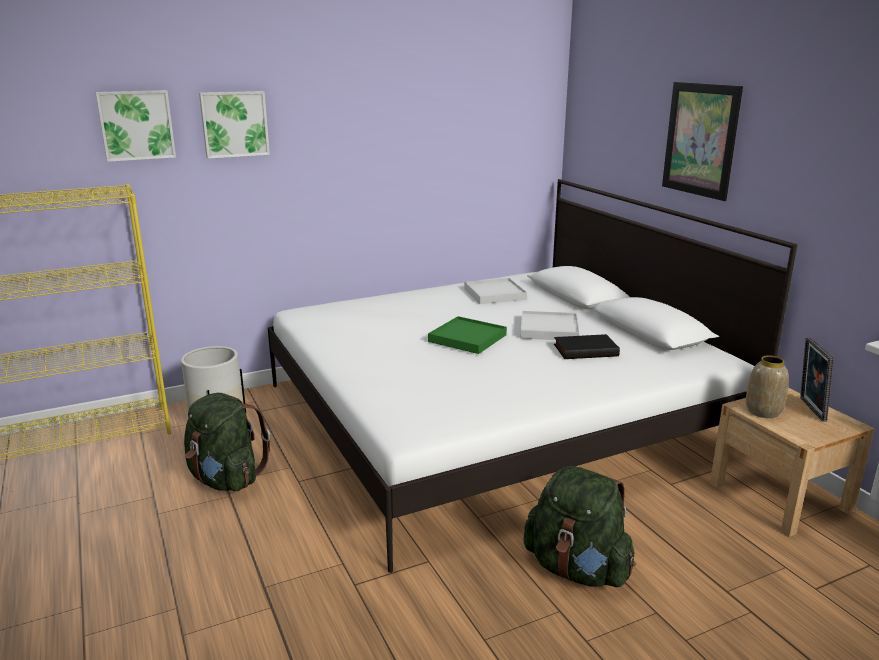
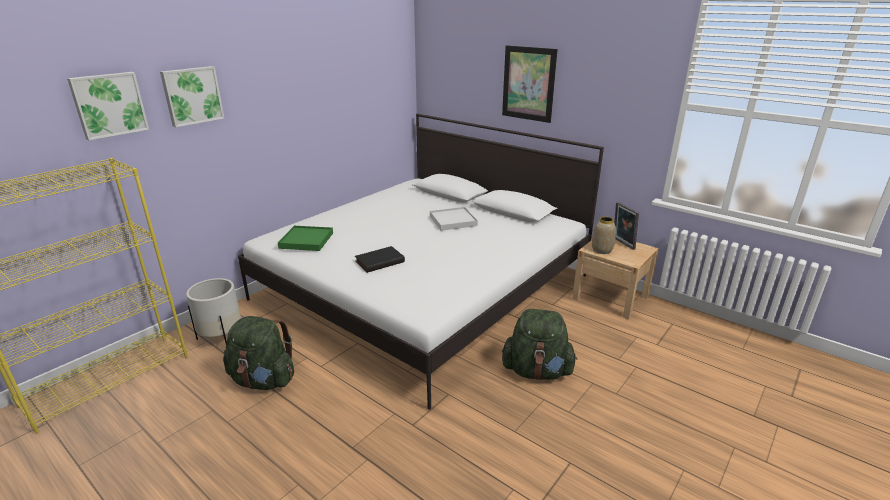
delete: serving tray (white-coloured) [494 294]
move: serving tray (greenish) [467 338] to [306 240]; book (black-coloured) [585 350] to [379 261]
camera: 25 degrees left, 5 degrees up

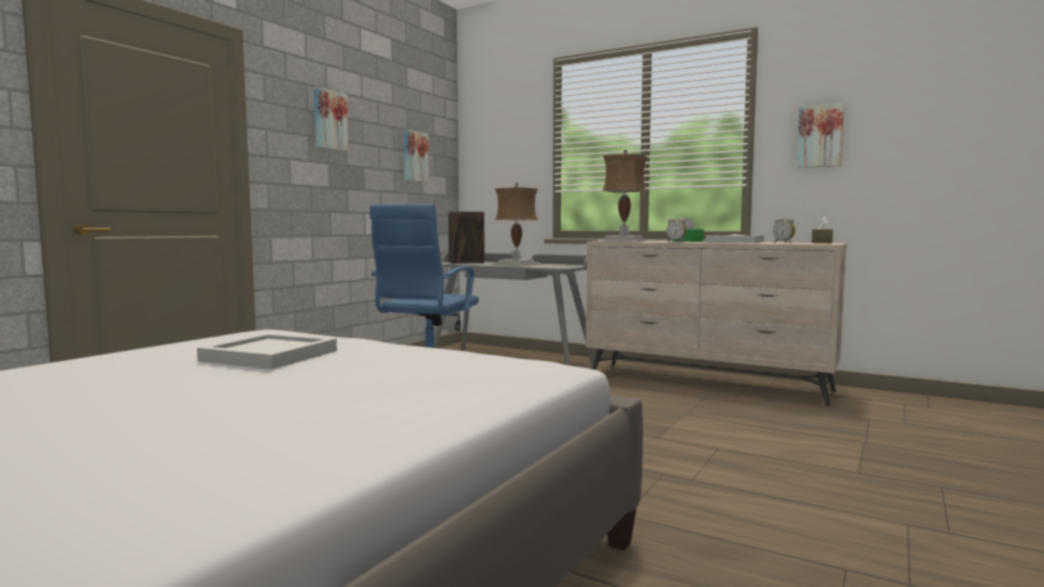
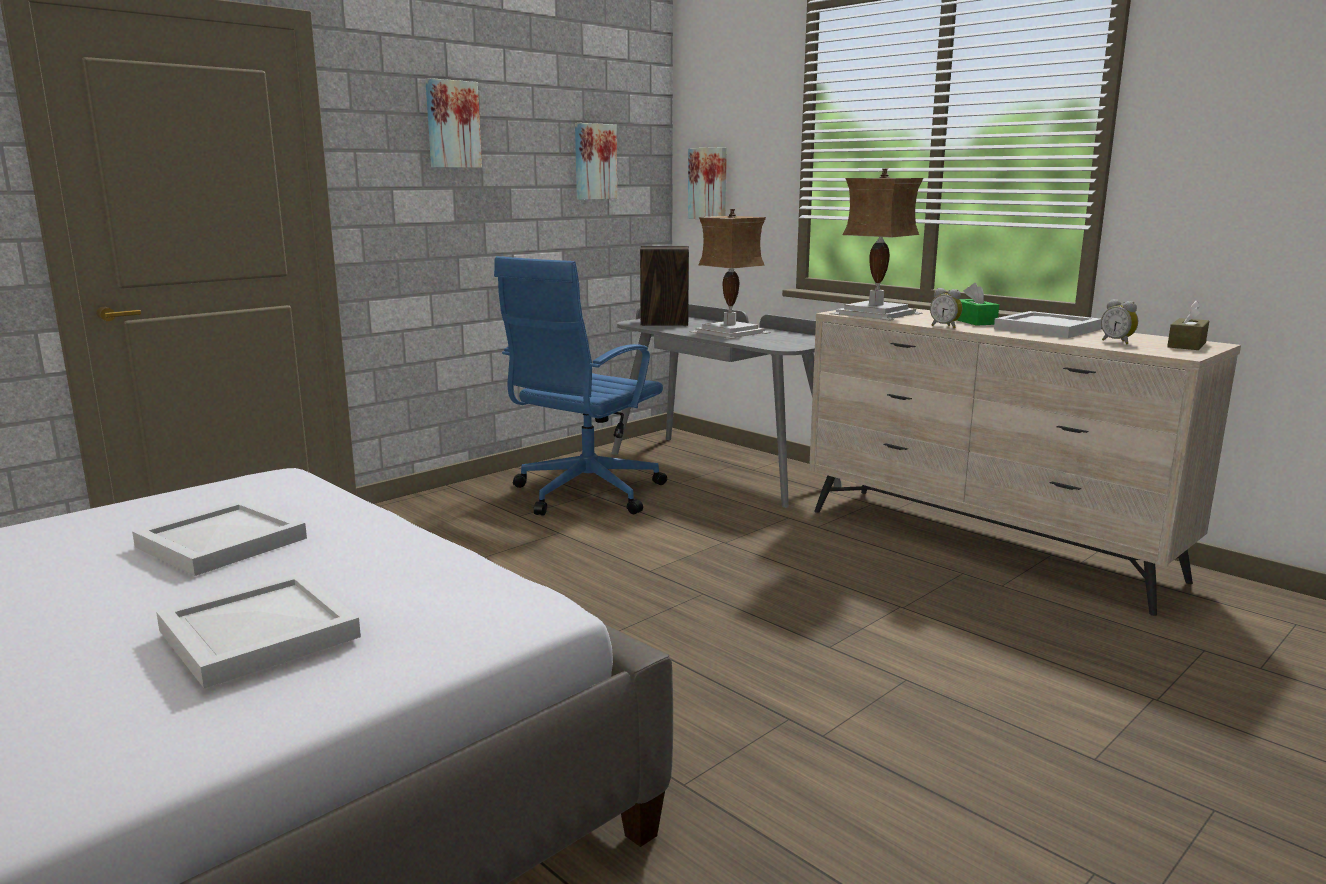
insert: serving tray (white-coloured) [262 634]
move: picture [820 136] to [709 183]
camera: 15 degrees right, 10 degrees up

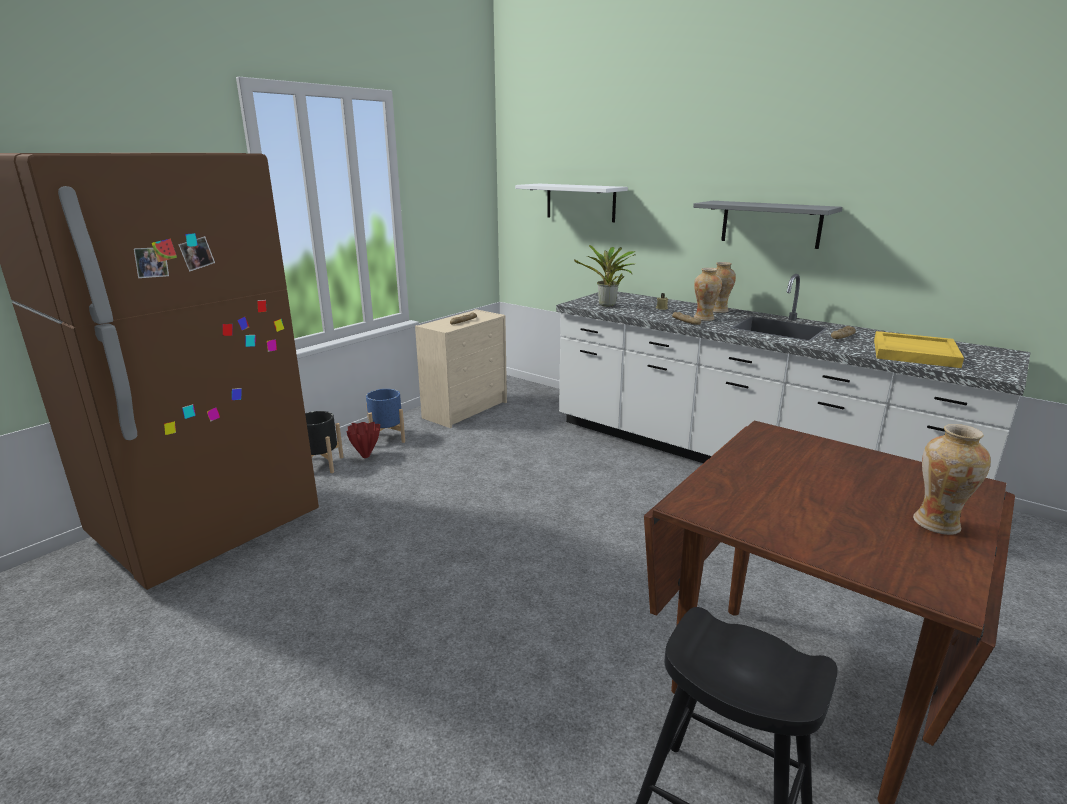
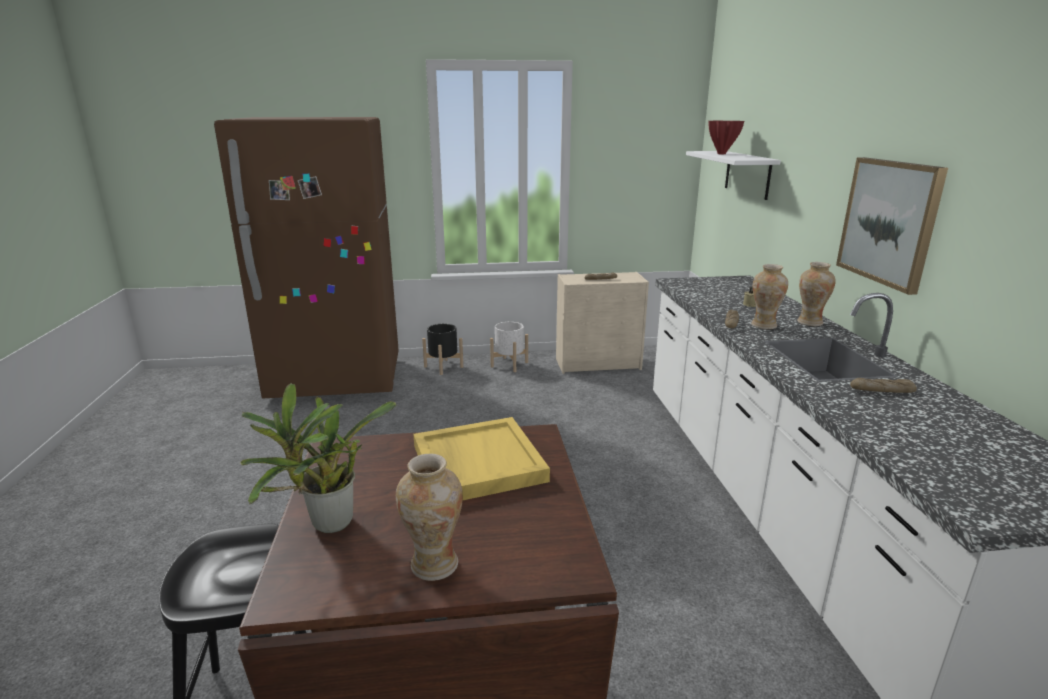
move: vase (red-coloured) [366 456] to [721 154]; potted plant [607 305] to [327 526]; serving tray (yellow-coloured) [913 353] to [477 463]
replace: bracket shelf (gray) [770 224] to picture [889 222]
recolor: plant pot (bluish) [386 438] to plant pot (white-coloured) [509 364]
camera: 45 degrees right, 0 degrees up

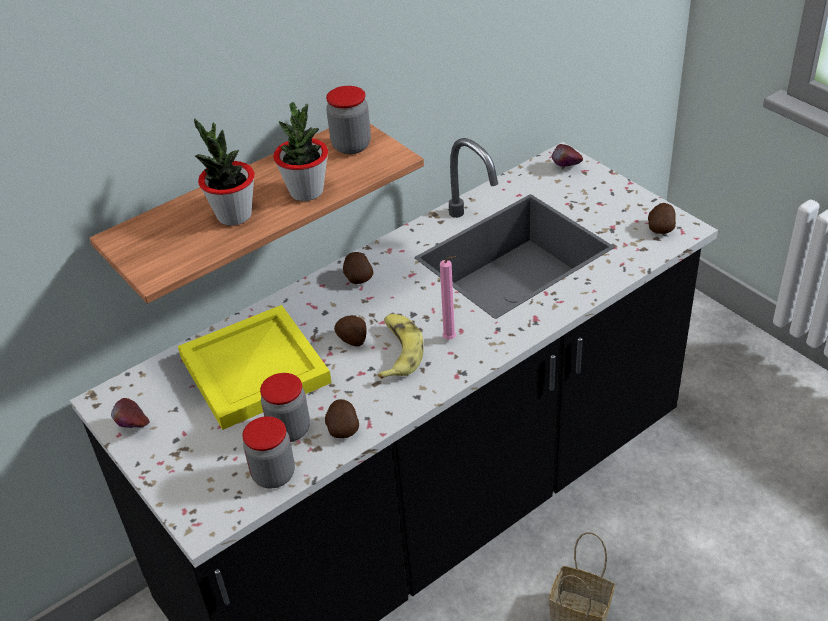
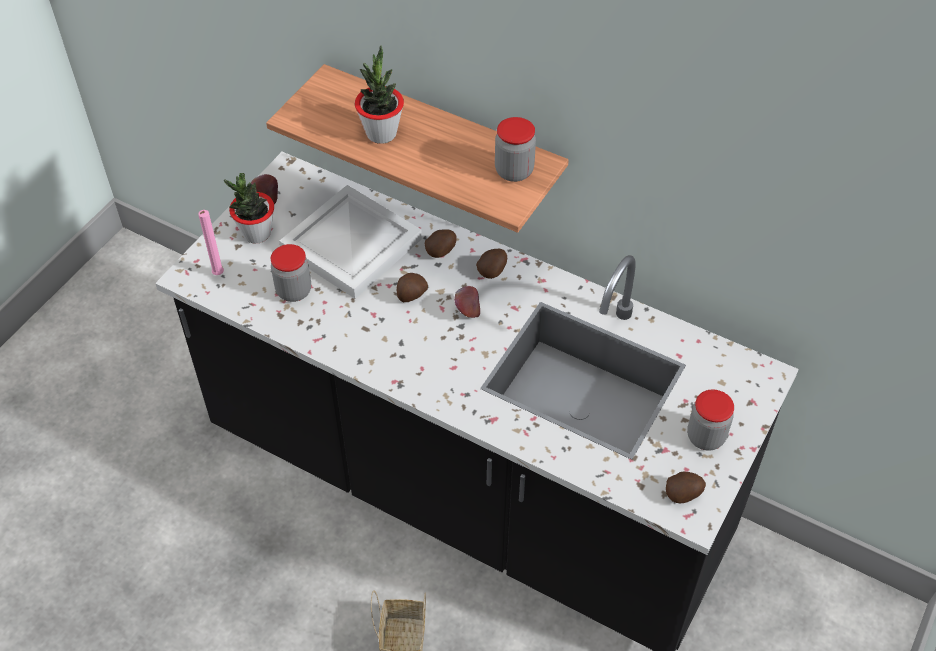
delete: whole banana [398 351]
move: storage jar [274 475] to [705 437]; potted plant [306 192] to [256 233]; spud [343 428] to [441 251]; wax light (pink) [451 339] to [218 275]; apple fruit [566 168] to [467 311]
recolor: serving tray (yellow-coloured) [257 370] to serving tray (white-coloured) [351 246]
camera: 65 degrees right, 10 degrees up

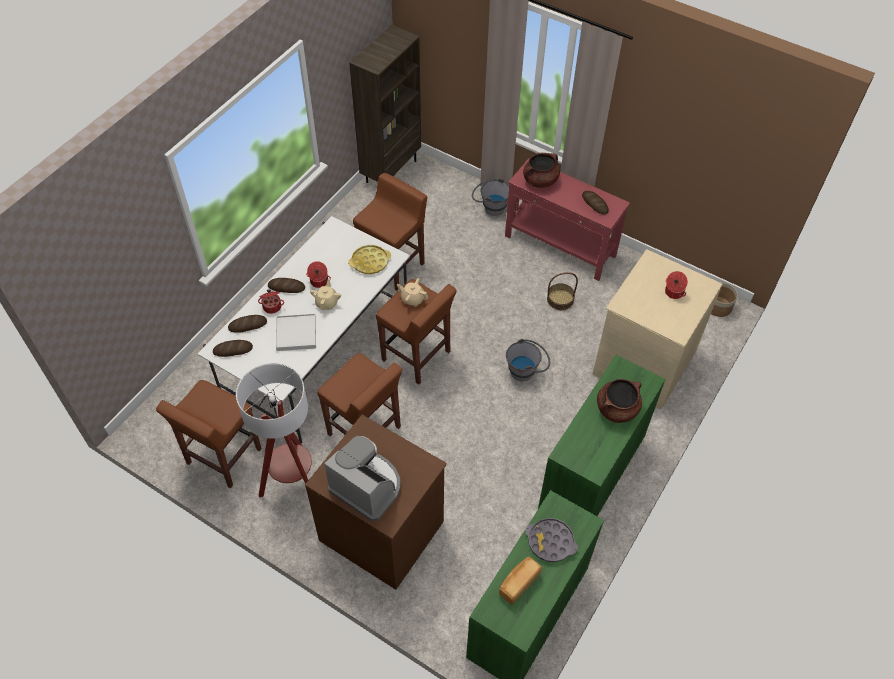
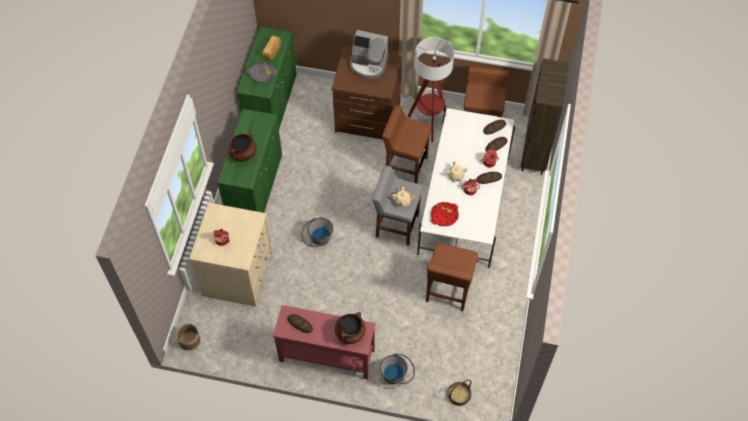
delete: serving tray (white-coloured) [296 334]
move: bookshelf (brownish) [391 171] to [535 156]; storage basket [560 299] to [459 395]
recolor: serving tray (yellow-coloured) [370 262] to serving tray (red-coloured) [444 215]; stool seat (brownish) [417 356] to stool seat (gray) [396 226]
camera: 160 degrees right, 5 degrees up

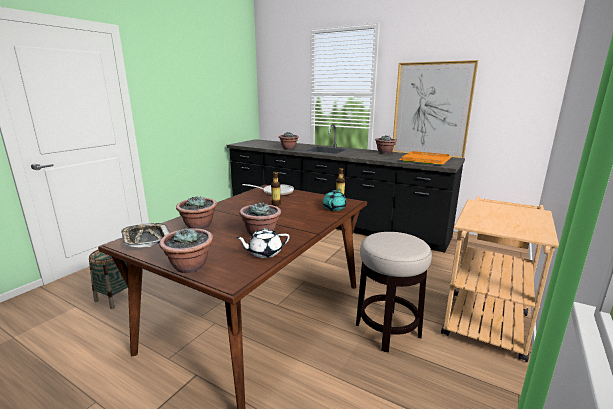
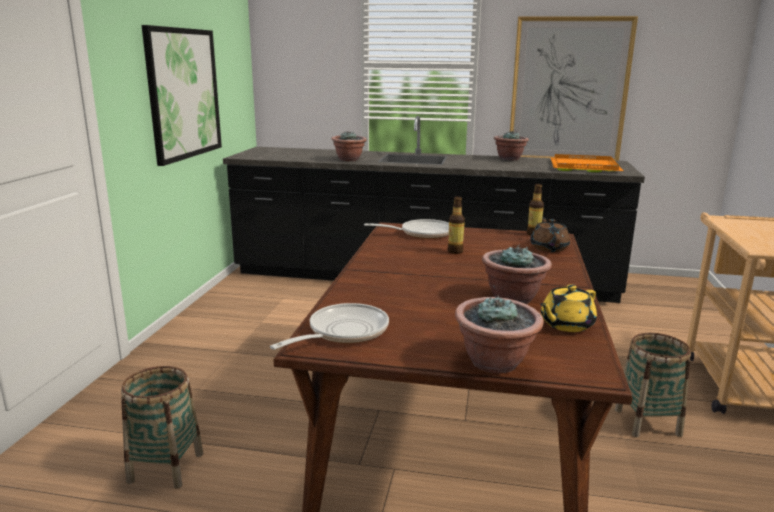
delete: potted plant [199 226]
insert: picture [183 93]
replace: serving tray [146 239] to pan [343 332]; stool seat [388 330] to storage basket [647 422]
recolor: pot for tea (white-coloured) [264 253] to pot for tea (yellow-coloured) [565 325]; pot for tea (blue-green) [334 208] to pot for tea (brownish) [549 248]
camera: 20 degrees left, 0 degrees up

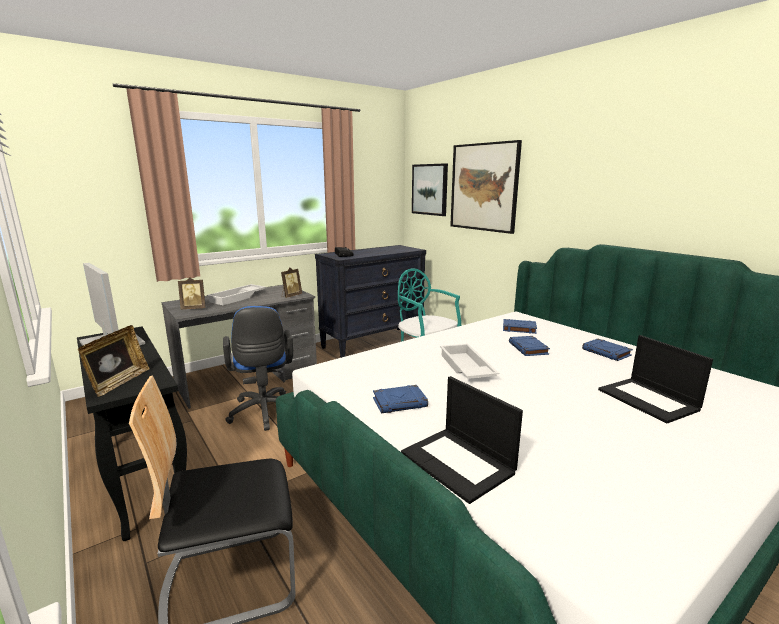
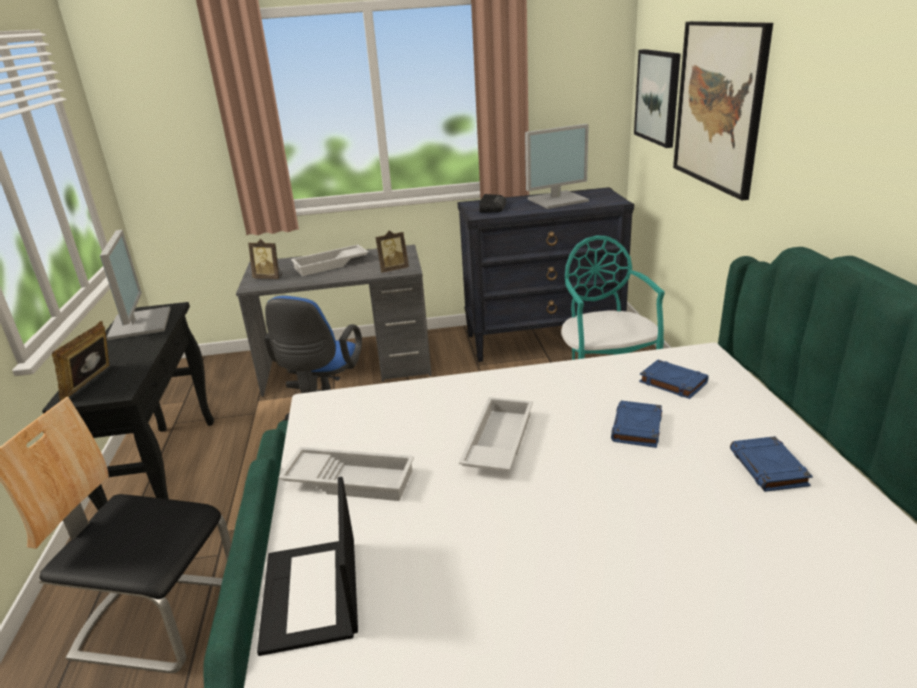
delete: laptop [649 400]
insert: computer display [558 200]
replace: book (bluish) [400 402] to serving tray (white-coloured) [351 479]
rotate: picture frame [119 382] = [92 383] 150 degrees clockwise
camera: 30 degrees right, 10 degrees up

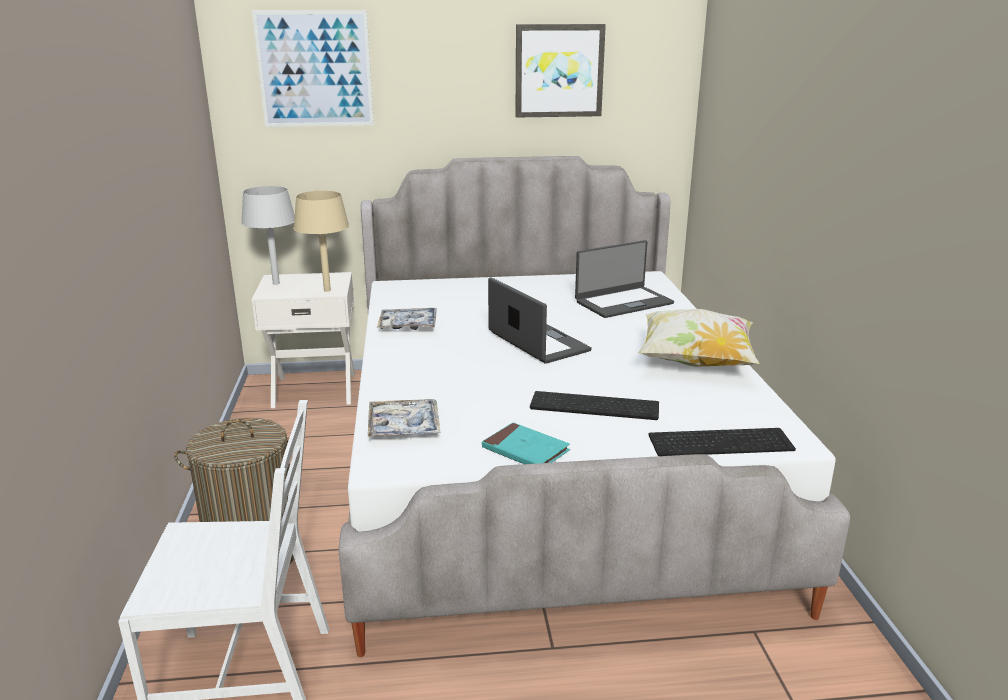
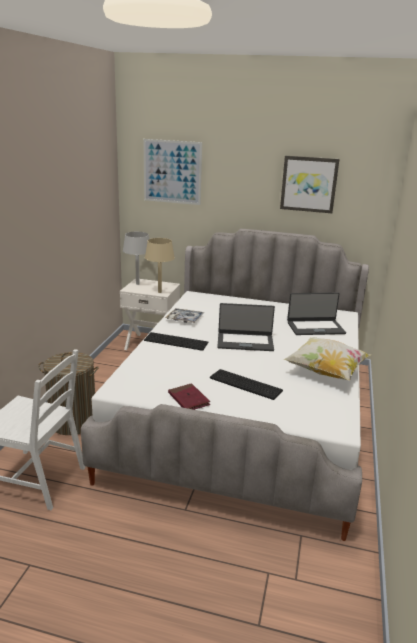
delete: serving tray [404 426]
move: keyboard [721 441] to [177 341]
recolor: book (blue-green) [525 450] to book (red-coloured) [188 399]
rotate: laptop [537 342] = [245 342] 105 degrees clockwise
camera: 20 degrees right, 0 degrees up

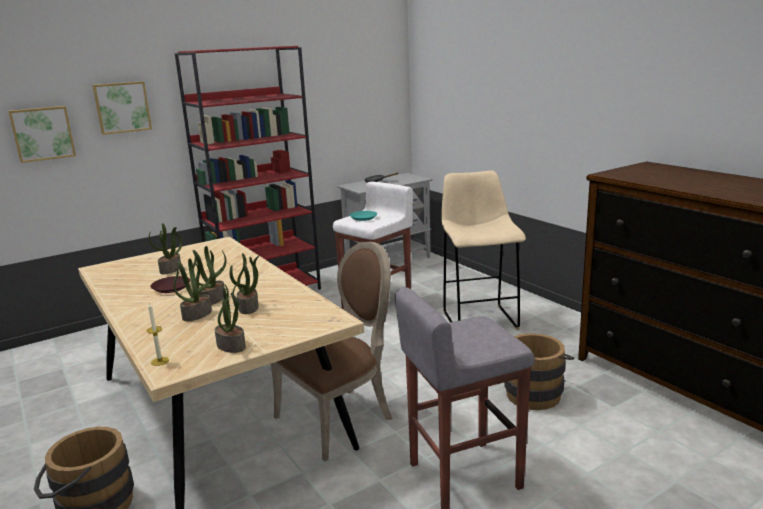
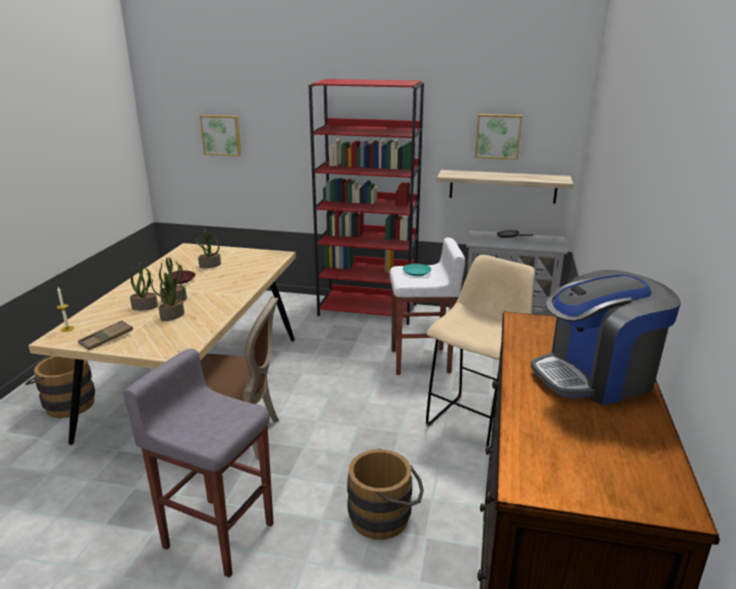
insert: bracket shelf [502 186]; coffee maker [596 376]
move: picture [122 107] to [498 136]
replace: potted plant [232 346] to serving tray (brownish) [106 338]
camera: 45 degrees right, 5 degrees up

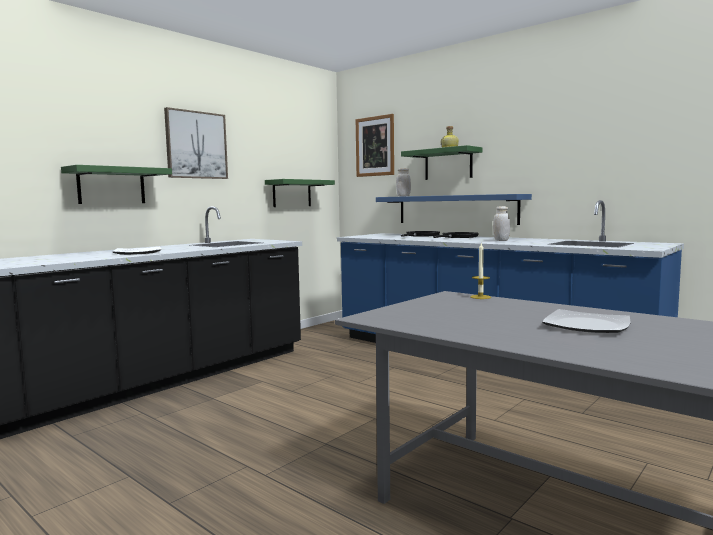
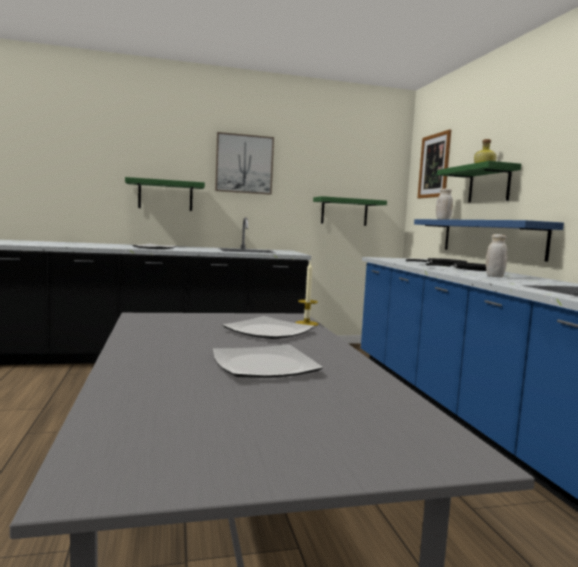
insert: plate [269 331]
camera: 35 degrees right, 0 degrees up

